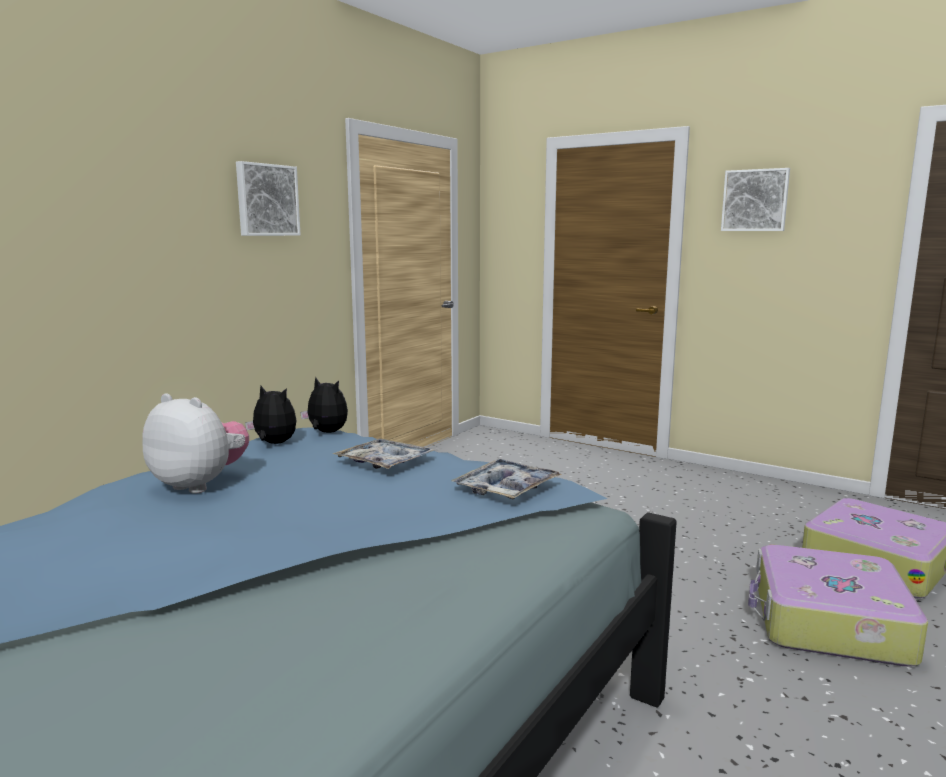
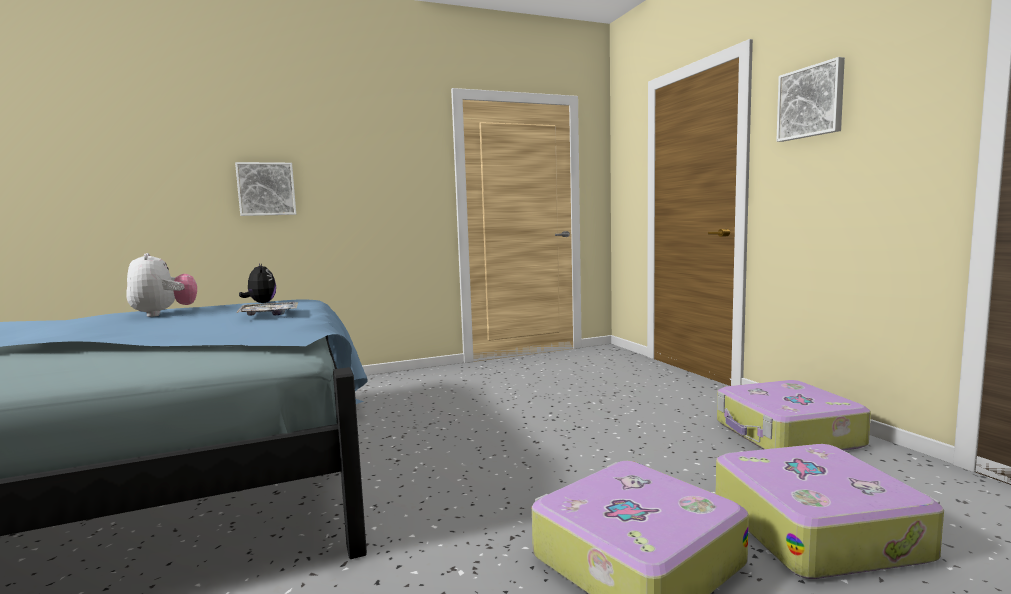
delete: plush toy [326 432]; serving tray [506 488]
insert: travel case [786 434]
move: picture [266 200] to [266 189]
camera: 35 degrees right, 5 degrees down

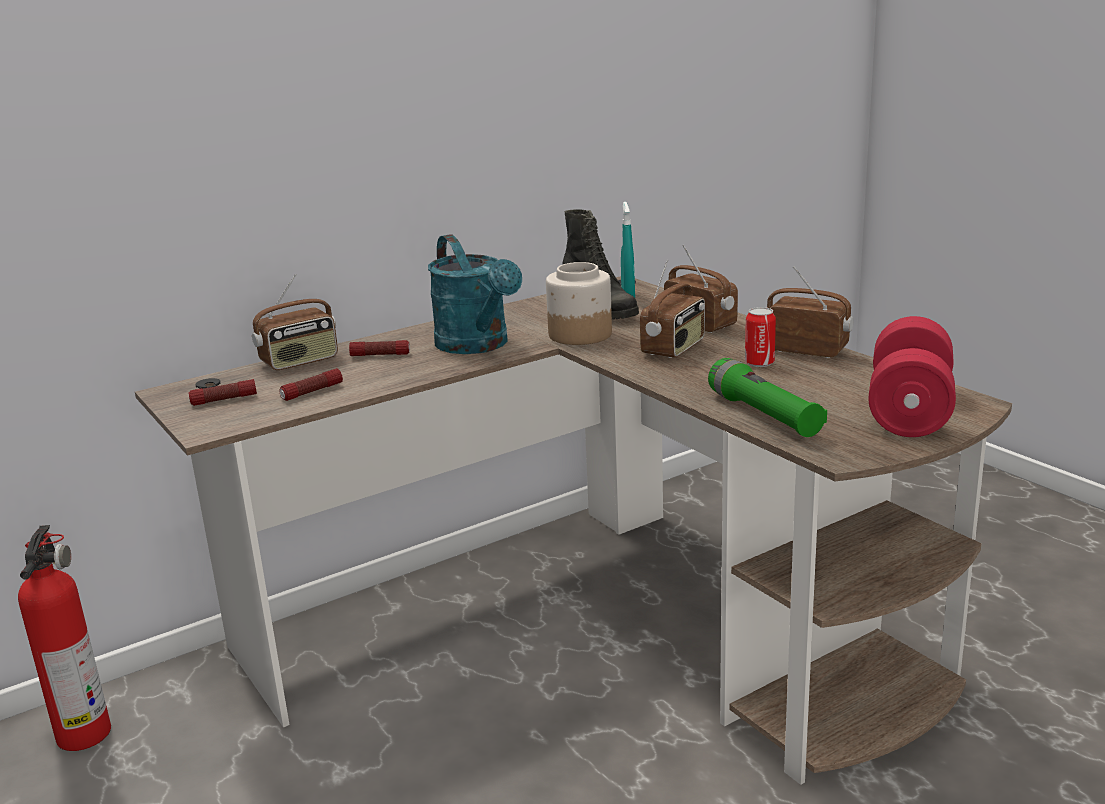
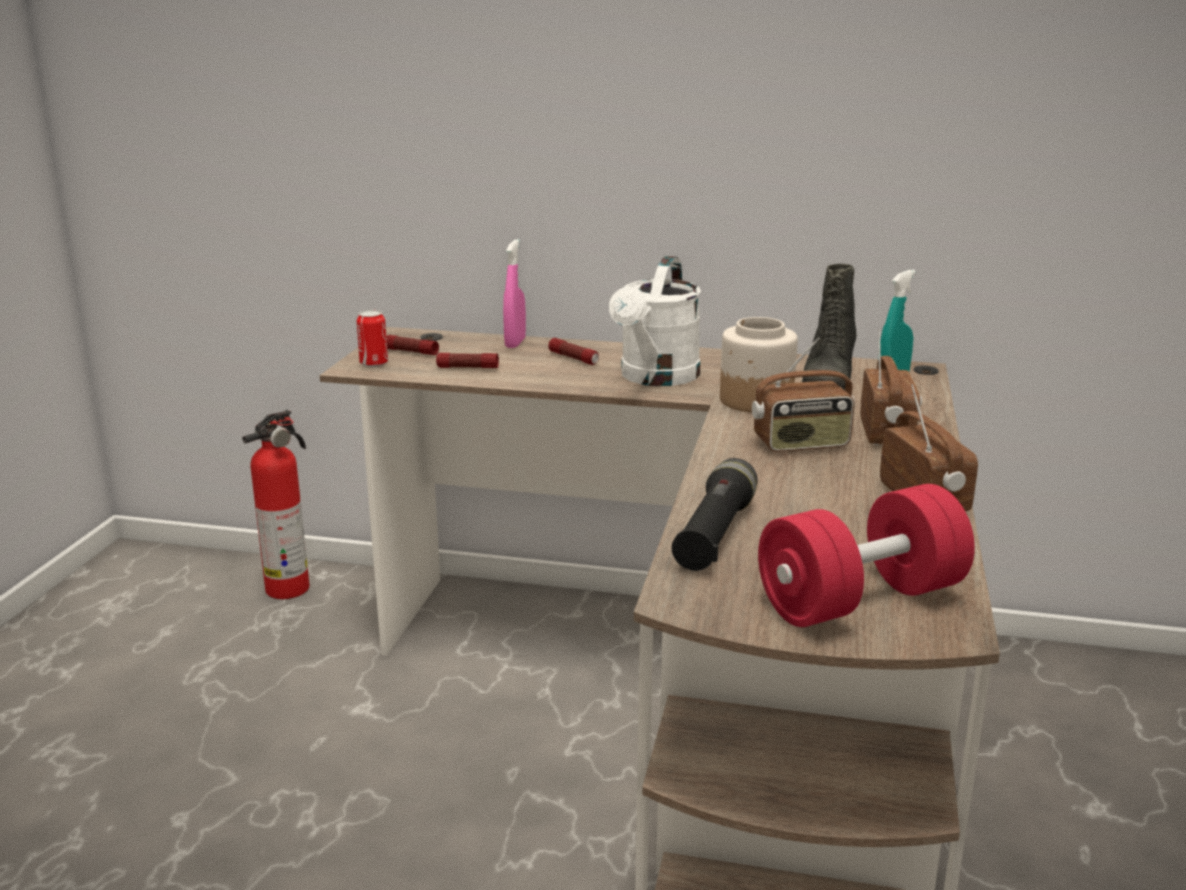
move: sealed can [759 363] to [374 363]
replace: radio receiver [300 362] to hand sprayer (pink) [515 343]
recolor: watering can (blue-green) [478 346] to watering can (white-coloured) [656 378]; torch (greenish) [764 415] to torch (black-coloured) [714 534]
camera: 45 degrees right, 0 degrees up

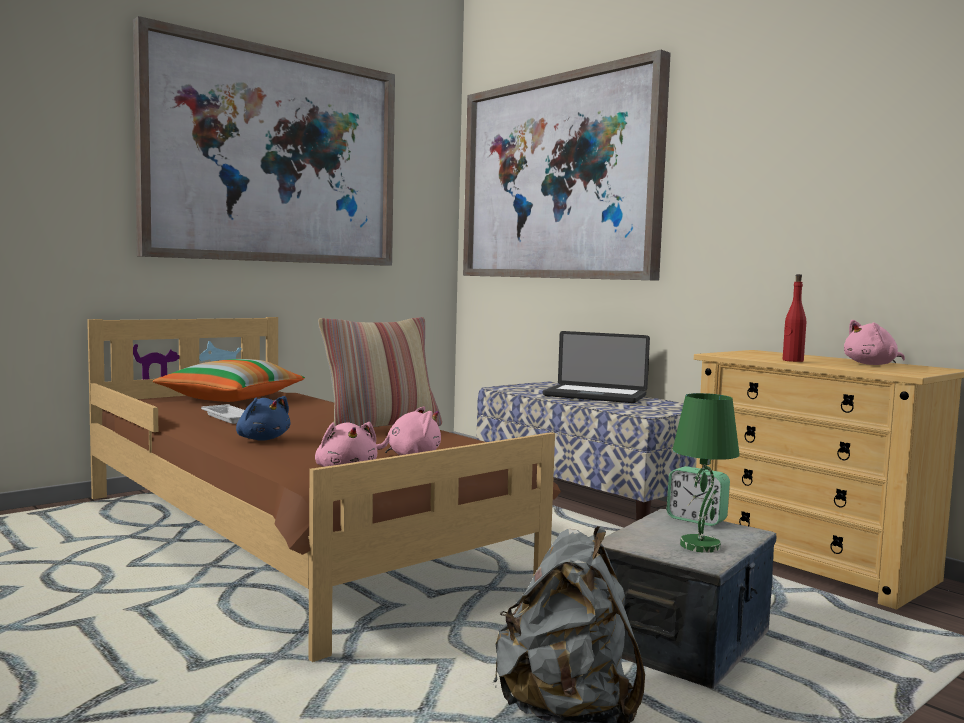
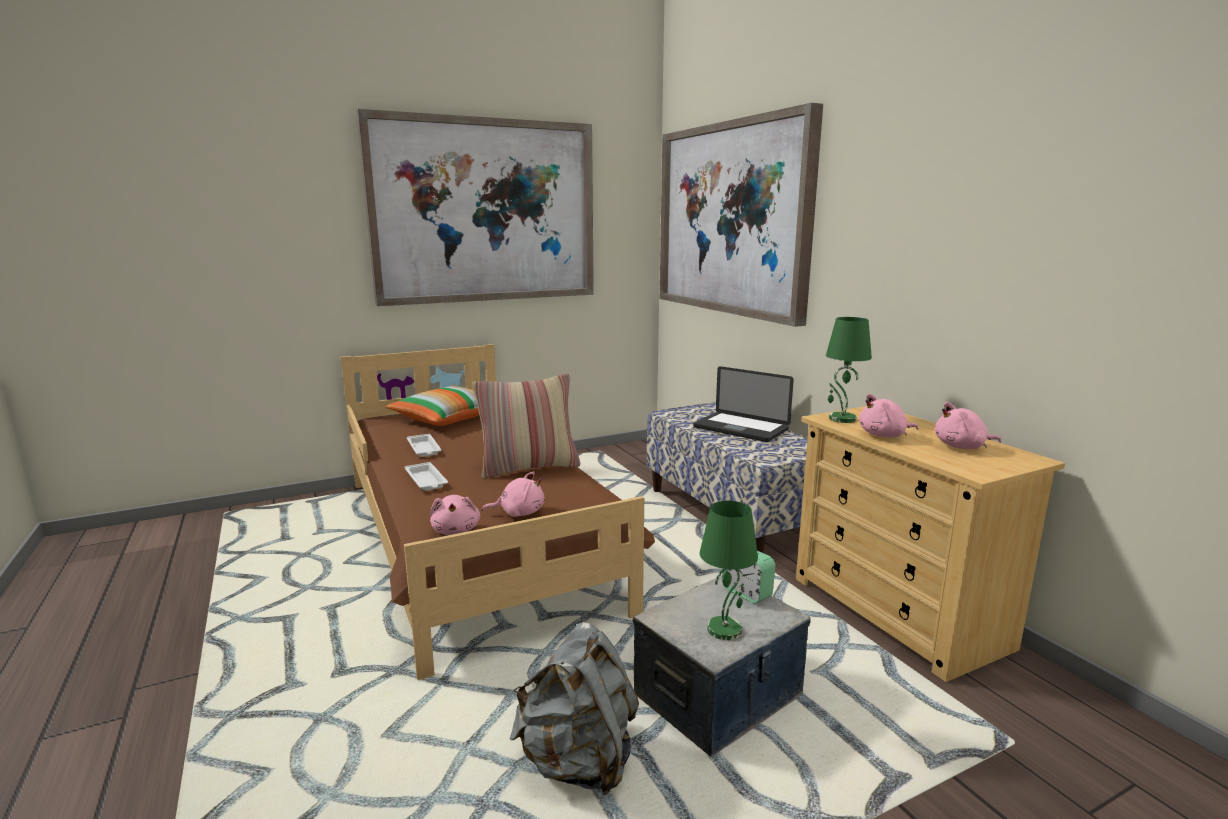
insert: table lamp (greenish) [841 419]
replace: plush toy (bluish) [262 439] to serving tray (white-coloured) [426 480]; drink bottle (red-coloured) [792 360] to plush toy (pink) [884 436]
camera: 15 degrees right, 10 degrees up

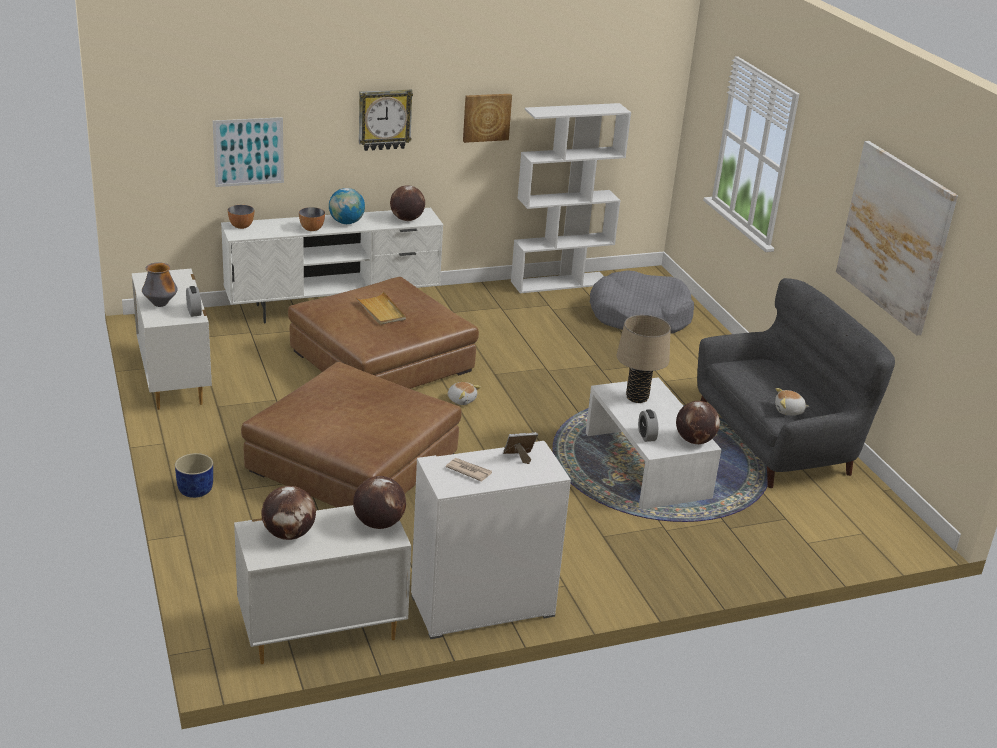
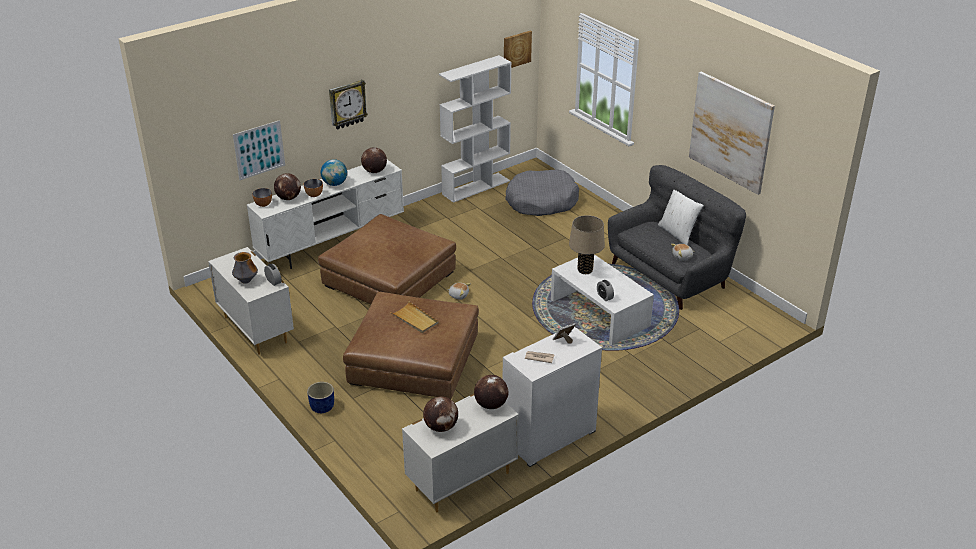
insert: throw pillow (white-coloured) [678 233]
move: serving tray (sand-coloured) [381 310] to [415 319]; picture [486 117] to [516 49]; world globe [694 440] to [288 198]
camera: 15 degrees left, 5 degrees up

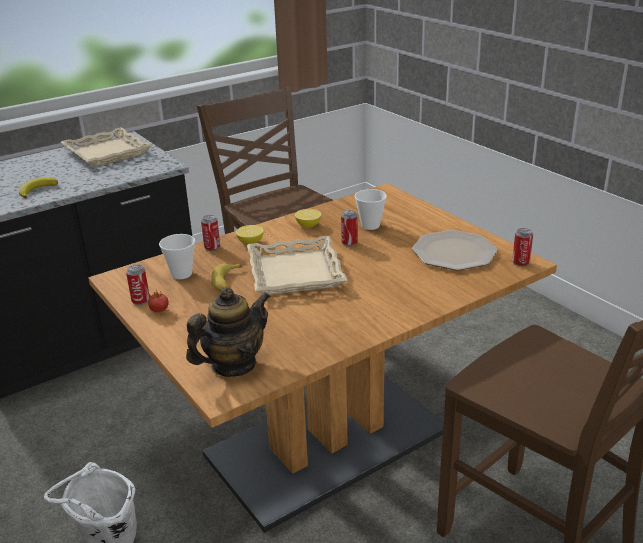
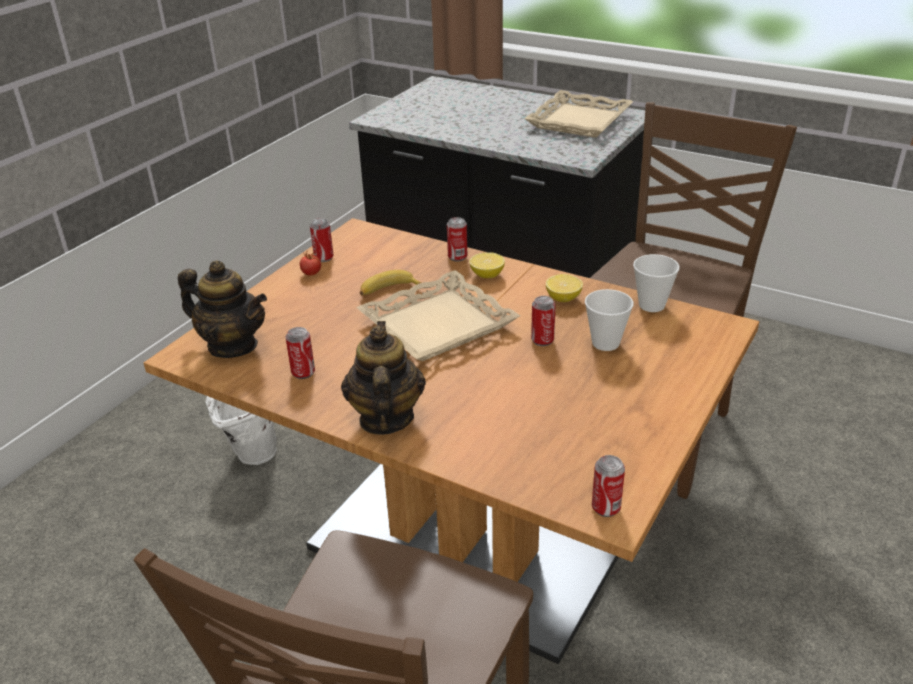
delete: whole banana [37 190]; plate [454 252]
insert: sealed can [303 373]; pot for tea [385 418]
move: cup [181 274] to [651 305]
camera: 65 degrees right, 5 degrees up

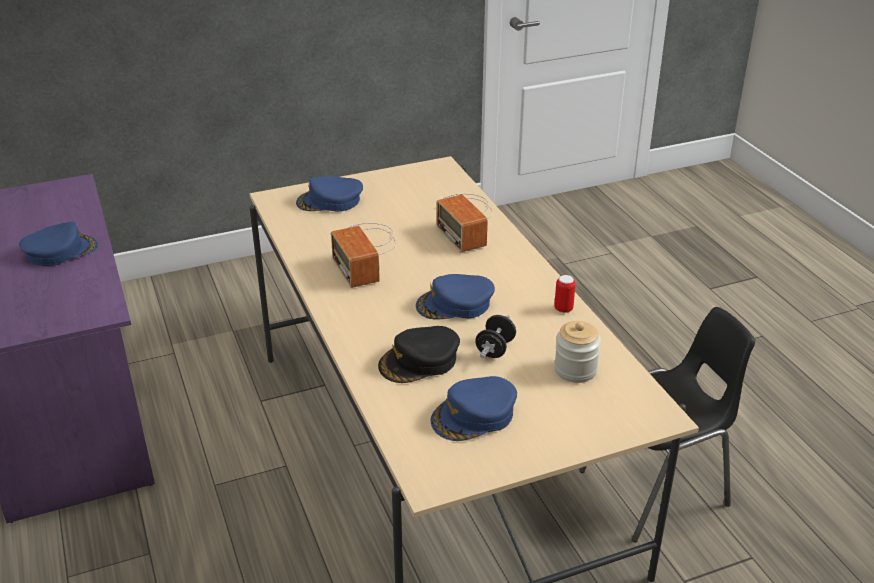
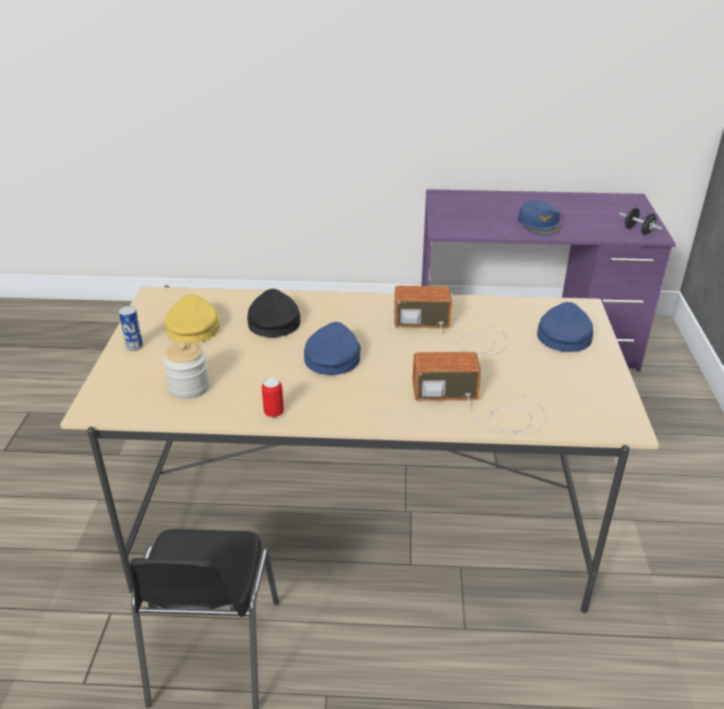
insert: sealed can [134 346]
move: dumbbell (black-coloured) [495 349] to [638 231]
recolor: peaked cap (bluish) [474 416] to peaked cap (yellow-coloured) [192 327]
camera: 115 degrees right, 0 degrees up

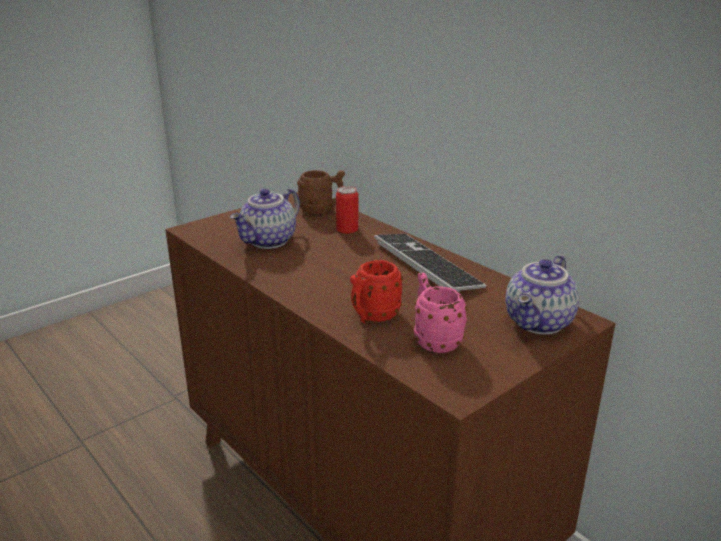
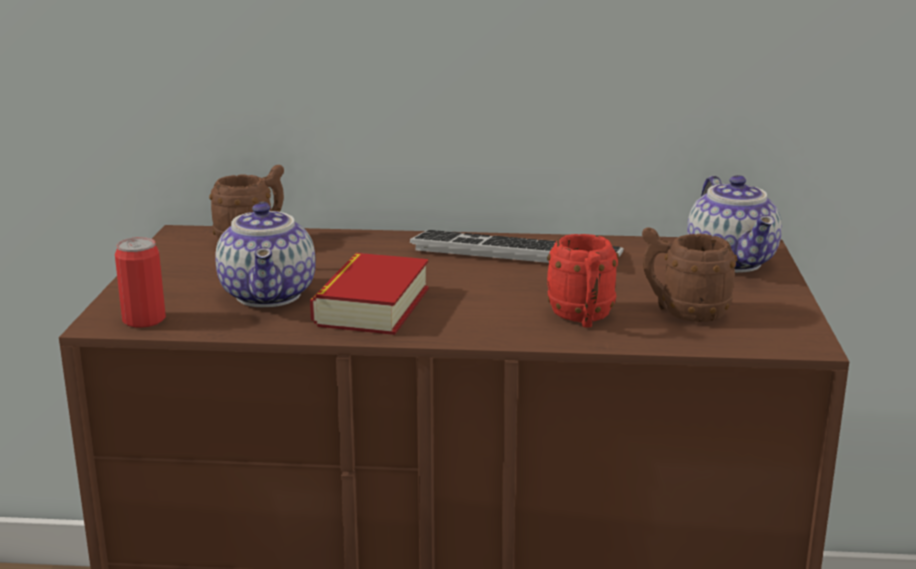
insert: book [372 306]
move: sealed can [347 229] to [144 320]
recolor: mug (pink) [433 339] to mug (brownish) [683 312]
camera: 45 degrees left, 5 degrees down

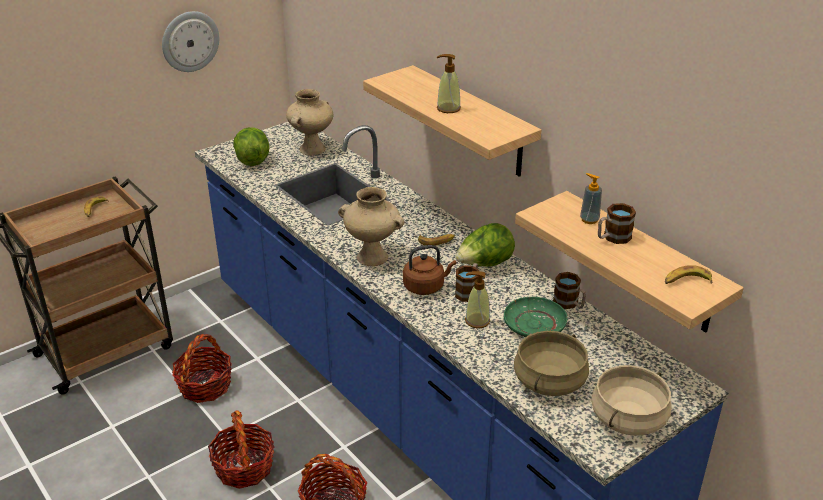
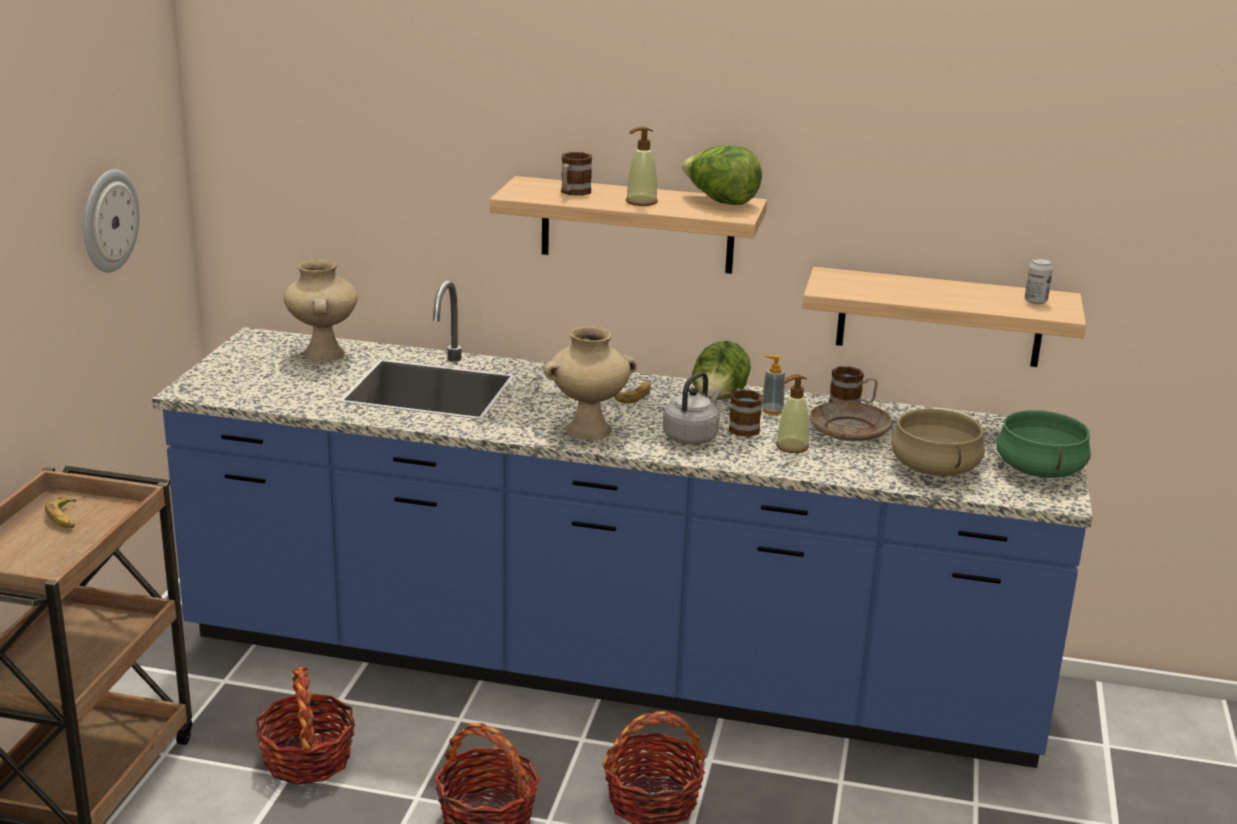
move: head of lettuce [252 159] to [720 202]; liquid soap bottle [589 220] to [772 411]; mug [612 238] to [573 193]
replace: whole banana [686 281] to sealed can [1035 301]
recolor: kettle (brownish) [426 286] to kettle (gray) [692 436]; plate (greenish) [534 325] to plate (sand-coloured) [849 432]; stockpot (sand-coloured) [628 419] to stockpot (greenish) [1040 470]
camera: 40 degrees left, 10 degrees down

